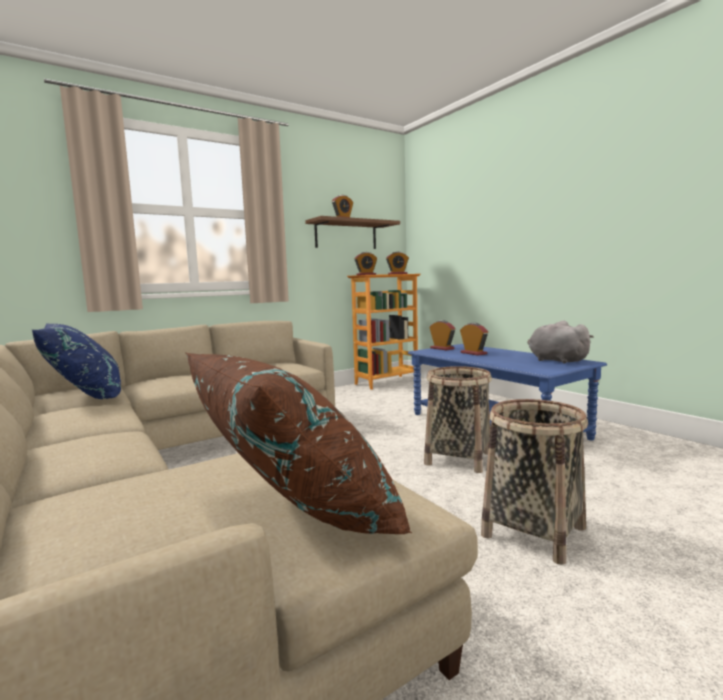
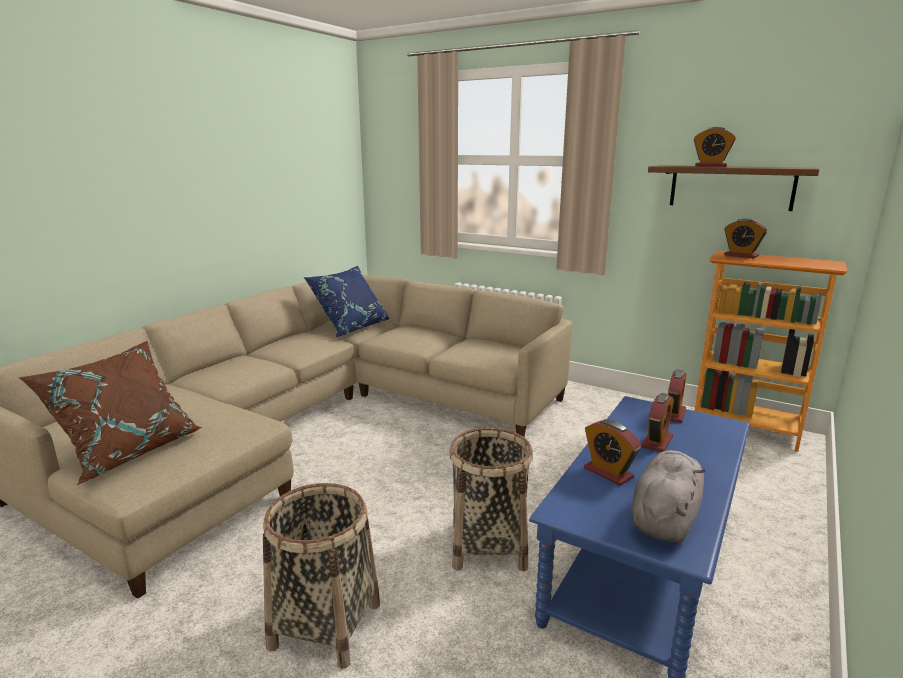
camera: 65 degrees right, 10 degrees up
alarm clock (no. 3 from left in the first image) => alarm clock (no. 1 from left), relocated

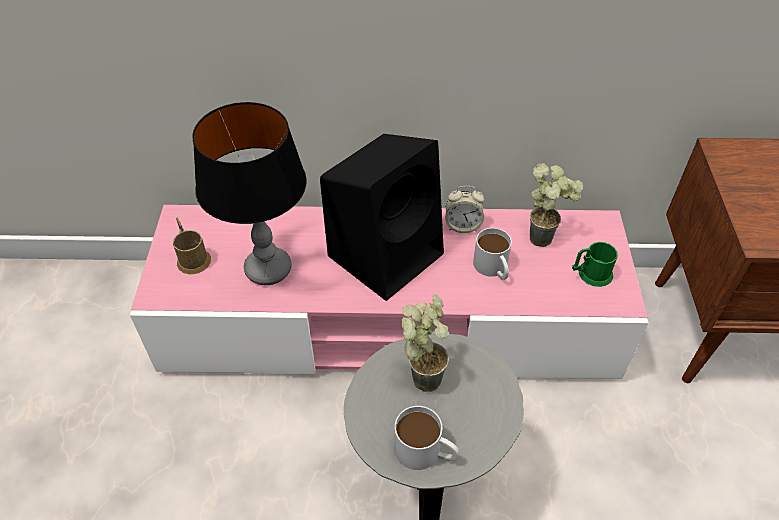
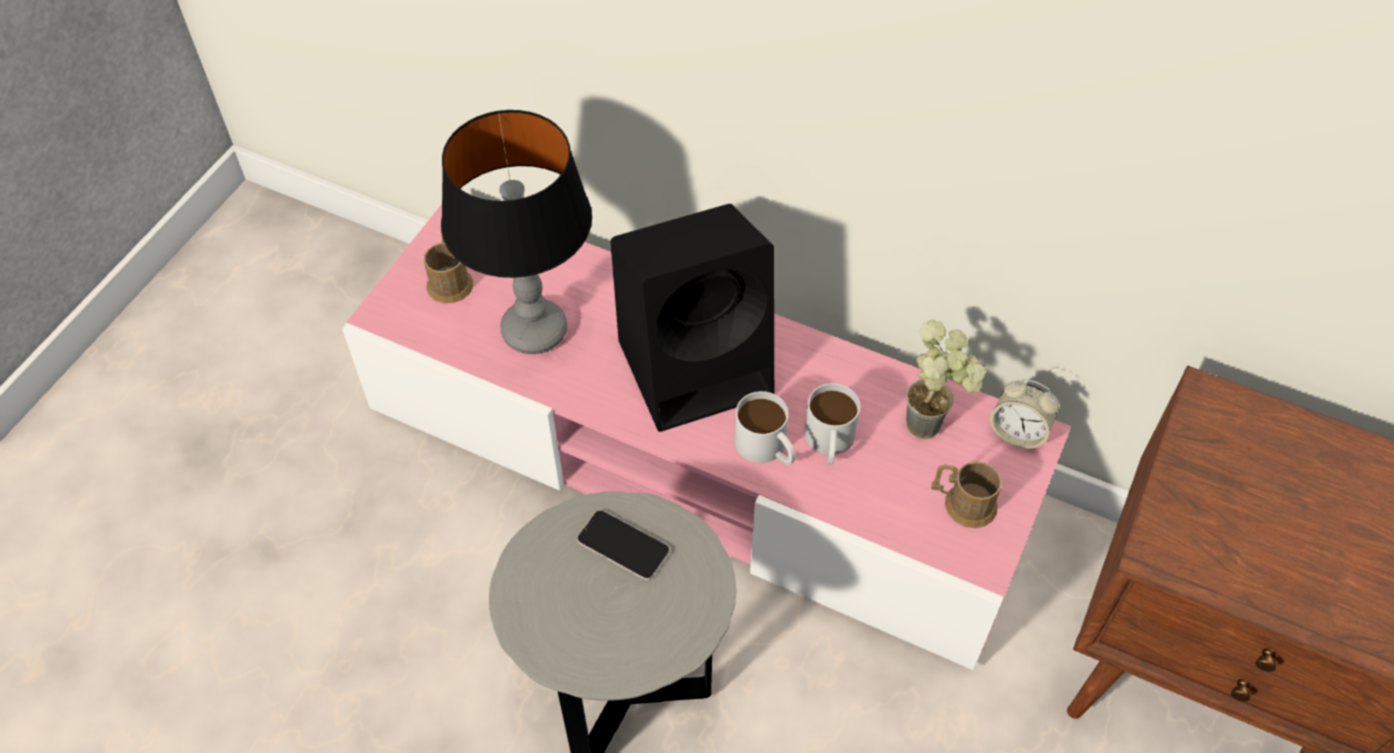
camera: 25 degrees right, 5 degrees up
mug in white (no. 1 from left), relocated
potted plant (no. 1 from left) => phone
alarm clock, relocated
mug in green => mug in brown (no. 2 from left)

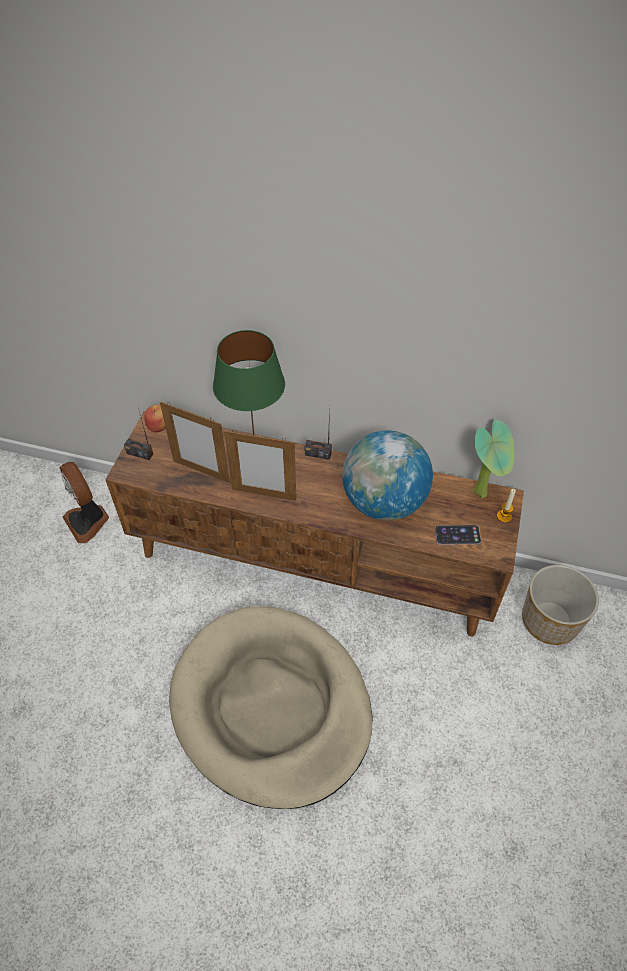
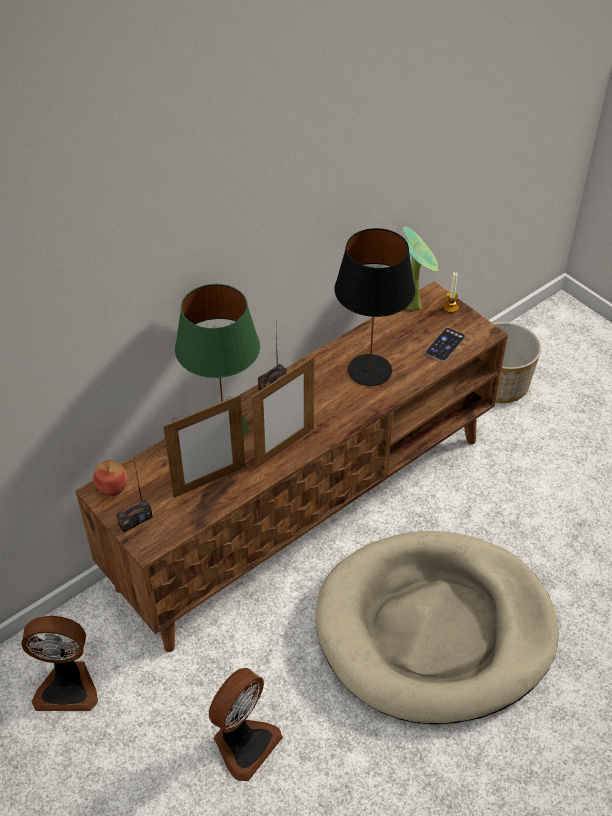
camera: 55 degrees left, 5 degrees down
globe => table lamp in black
nothing => fan (no. 2 from left)

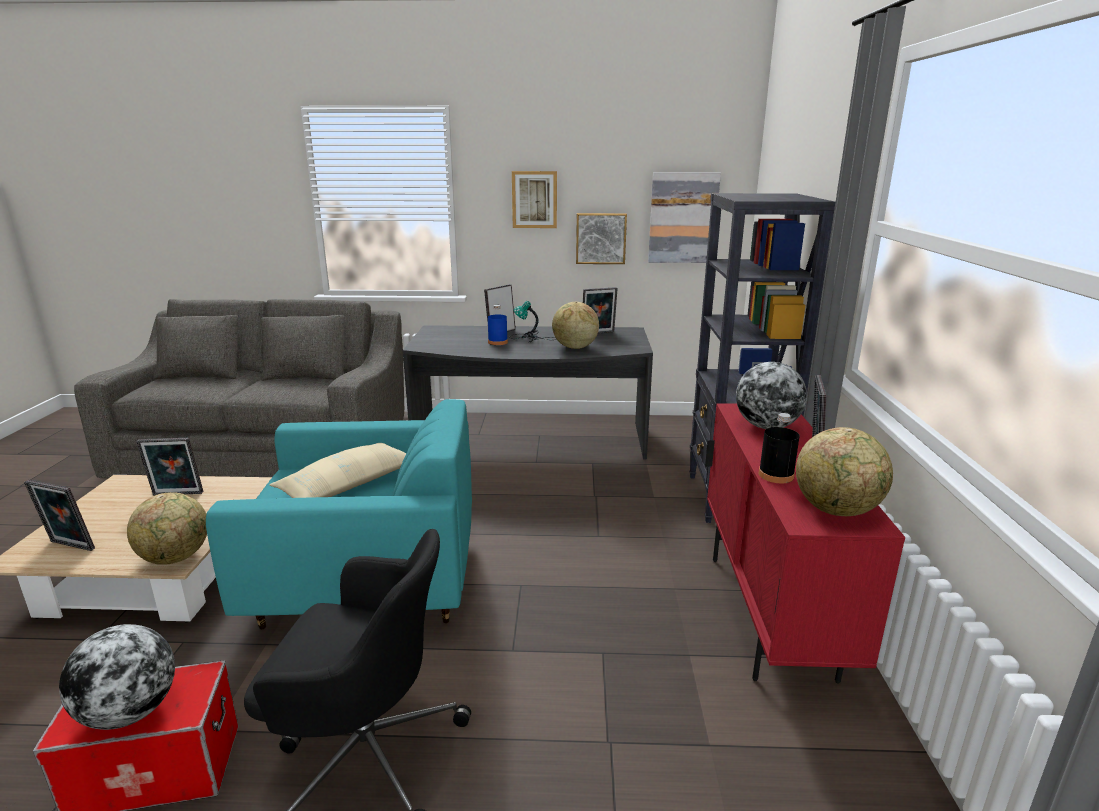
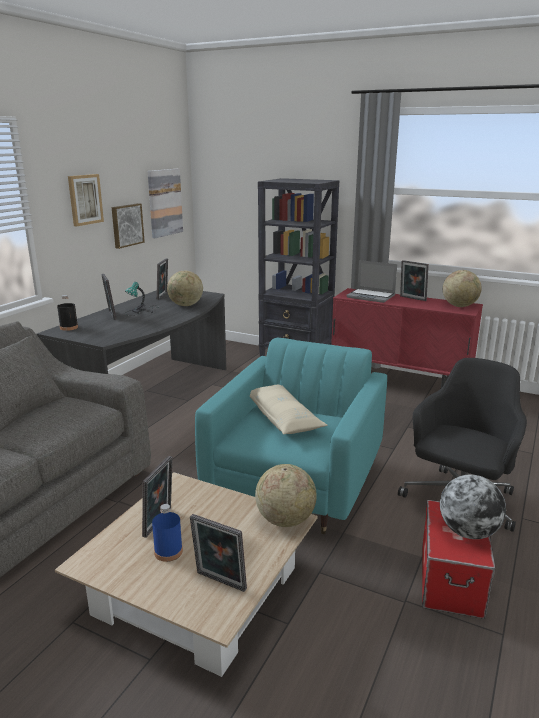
camera: 65 degrees left, 0 degrees up
picture frame (no. 1 from left in the first image) => picture frame (no. 4 from left), 75 degrees clockwise
bottle in blue, relocated
globe (no. 4 from left) => laptop
bottle in black, relocated

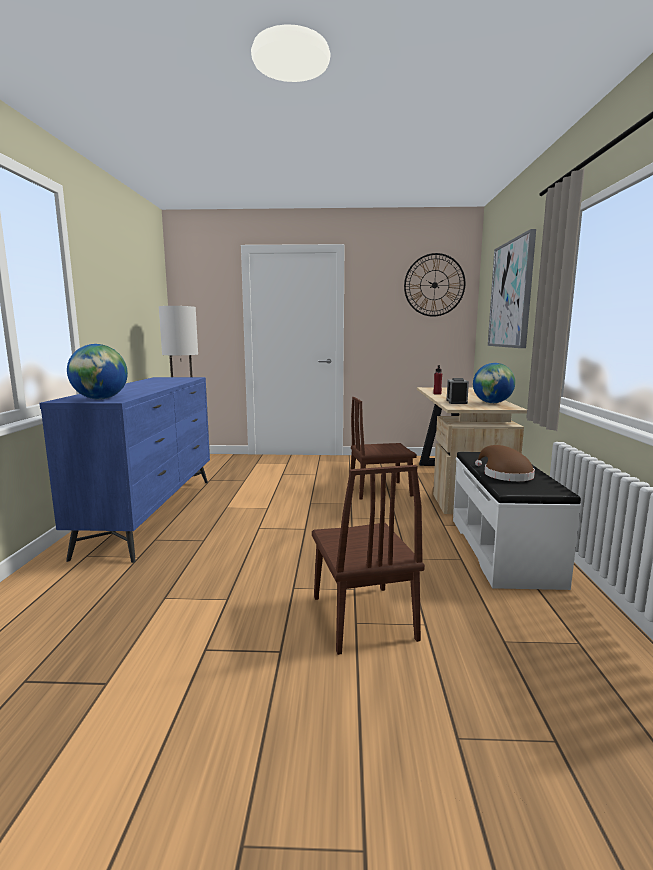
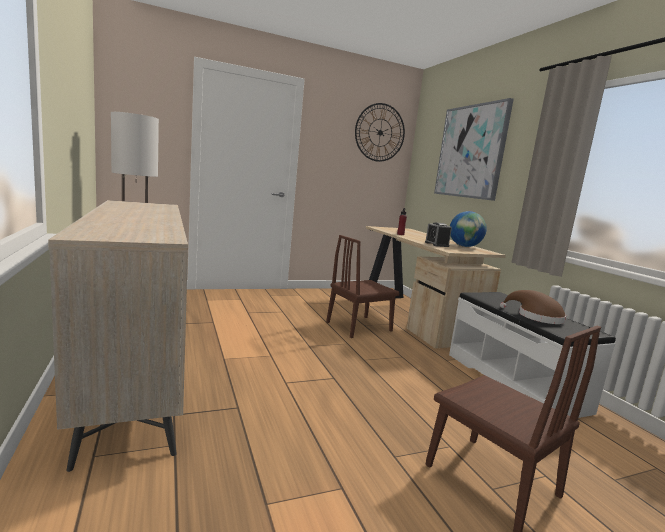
camera: 25 degrees left, 0 degrees up
dresser in blue => dresser in beige
globe (no. 1 from left) => nothing

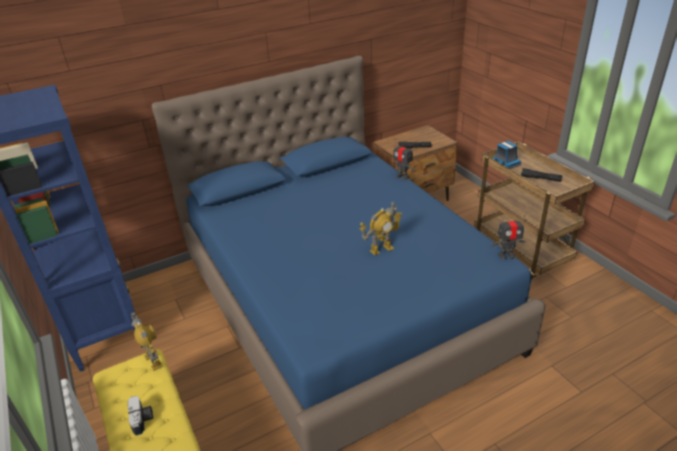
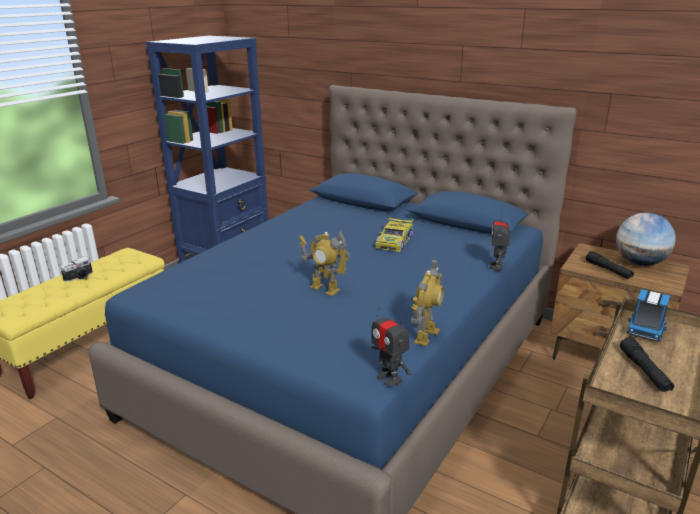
camera: 60 degrees right, 10 degrees down
toy robot (no. 1 from left in the first image) => toy robot (no. 3 from left), relocated
nothing => toy car
nothing => globe

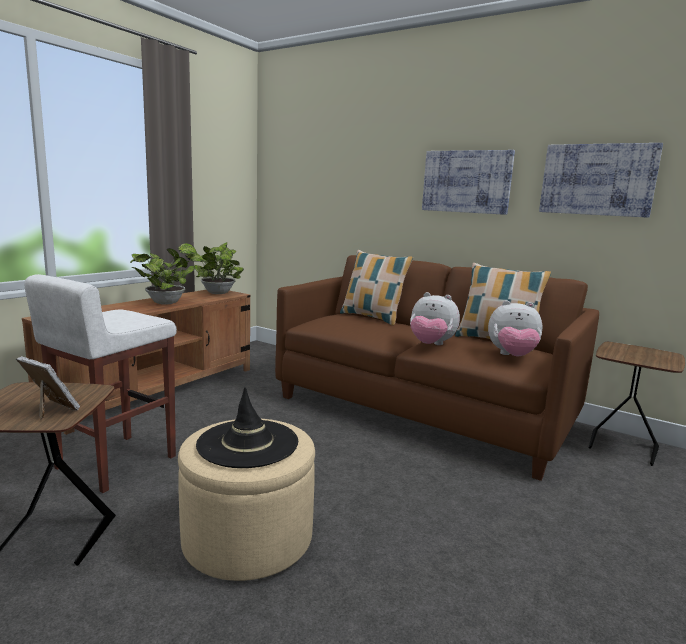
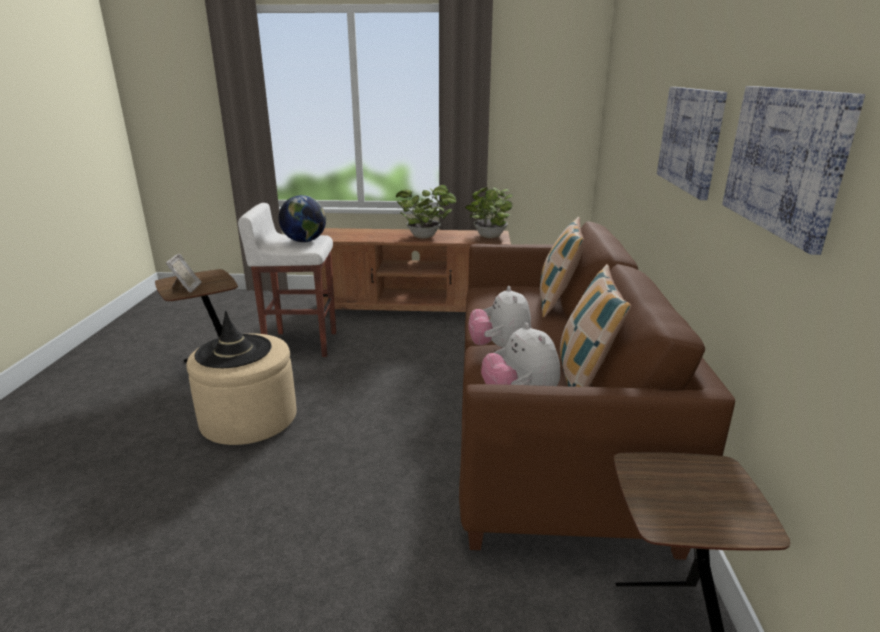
camera: 60 degrees right, 10 degrees up
nothing => globe

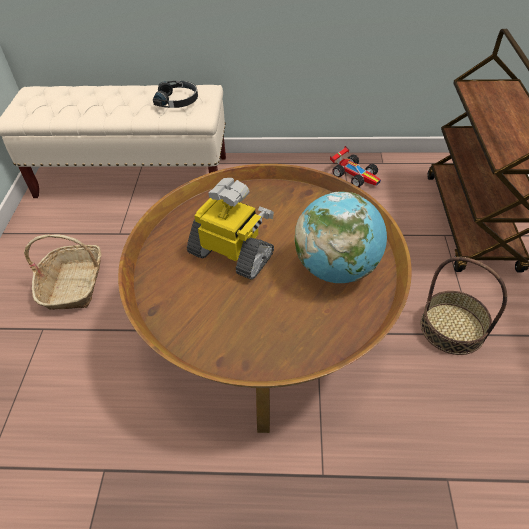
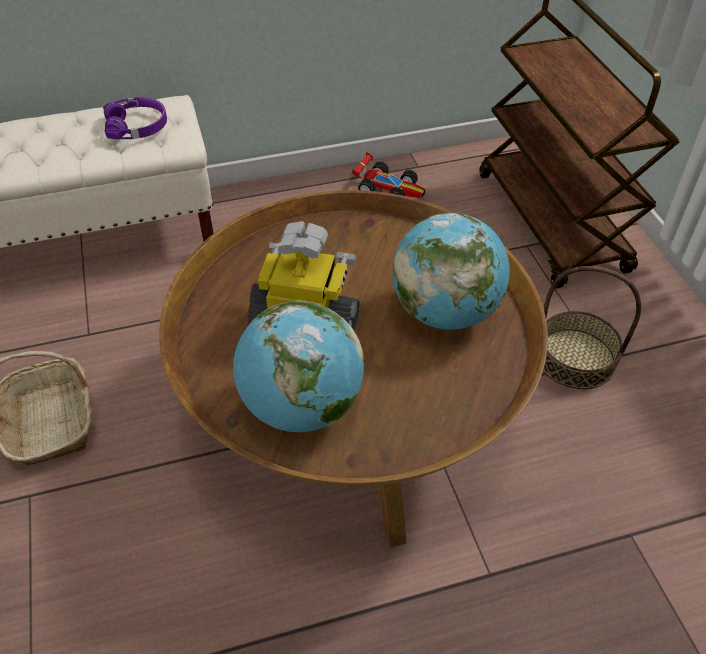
camera: 20 degrees left, 0 degrees up
headphones in black => headphones in purple
nothing => globe (no. 1 from left)

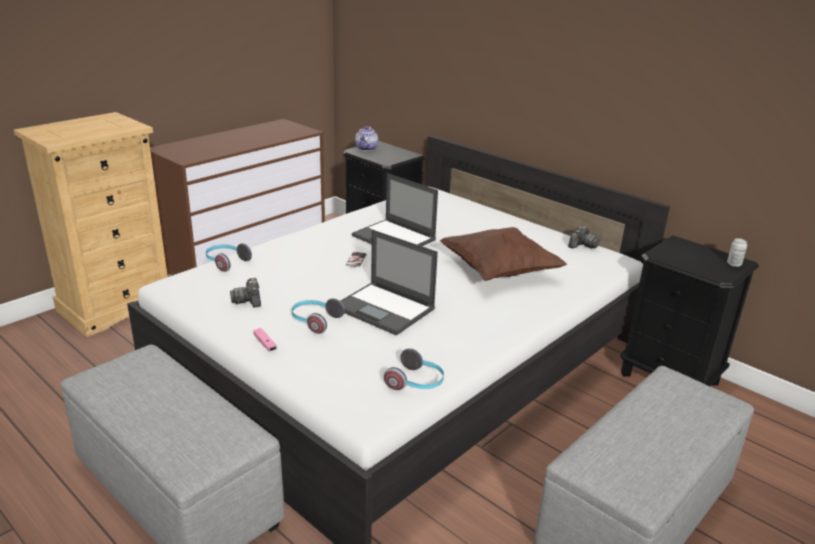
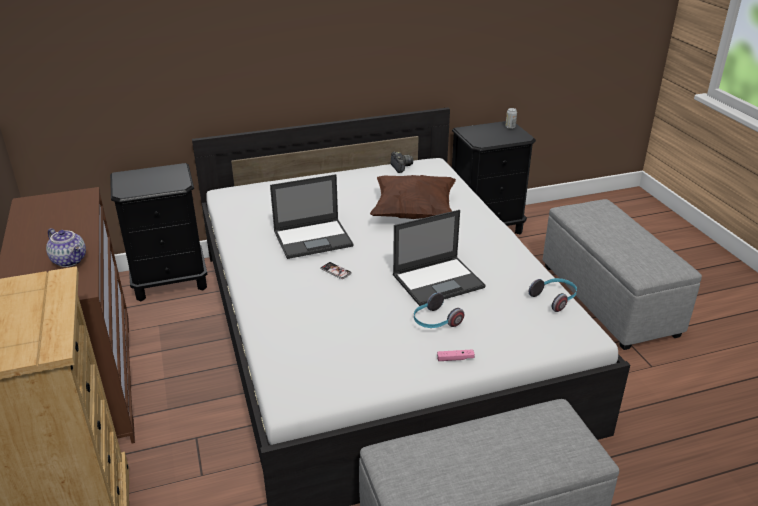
camera: 60 degrees left, 5 degrees up
headphones (no. 1 from left) => nothing
photo camera (no. 1 from left) => nothing
teapot, relocated

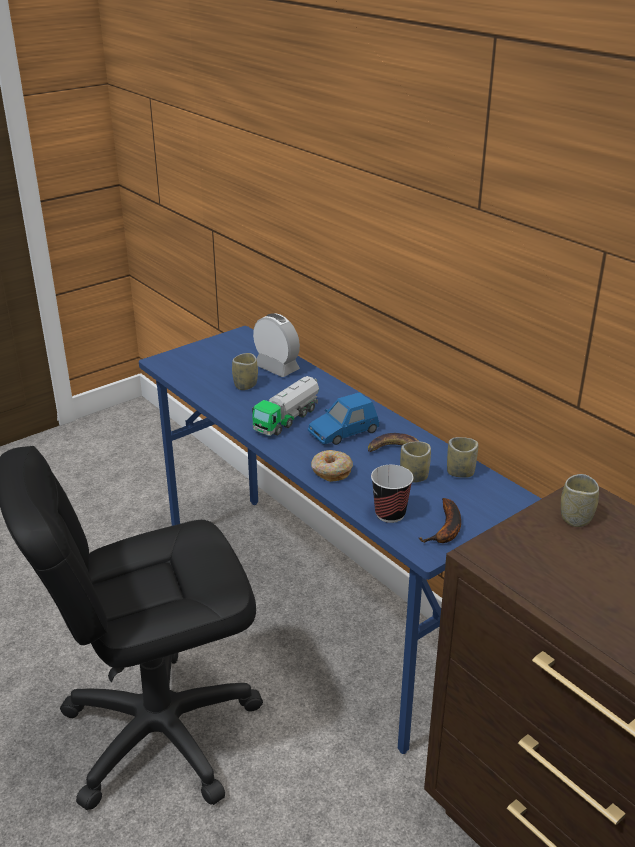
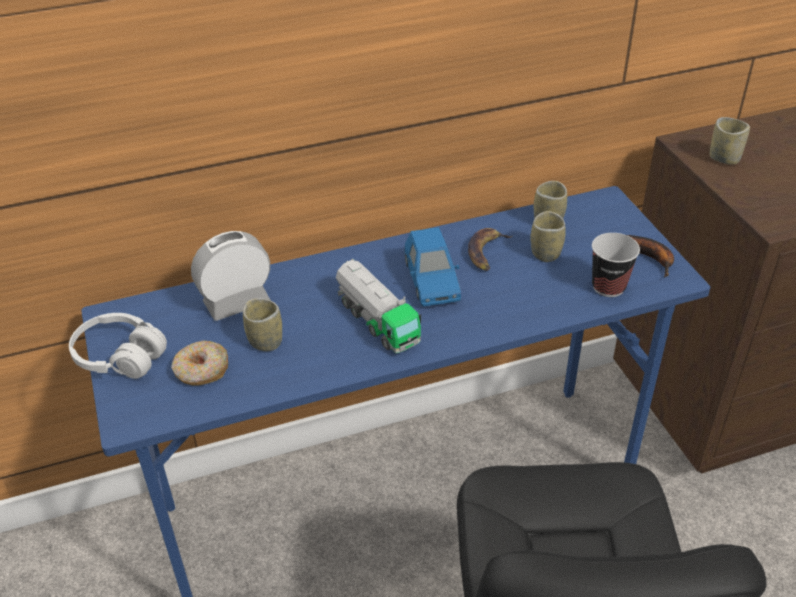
camera: 70 degrees left, 10 degrees up
donut, relocated
nothing => headphones in white

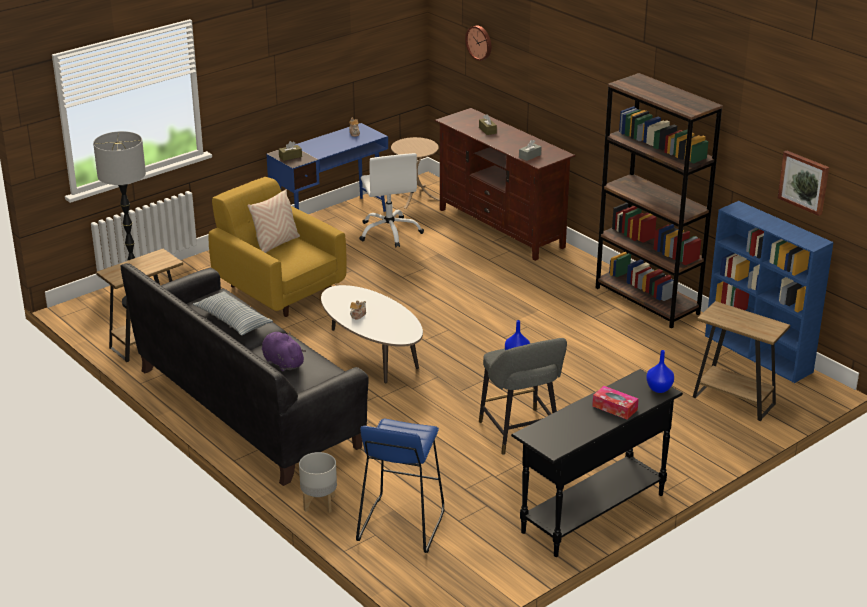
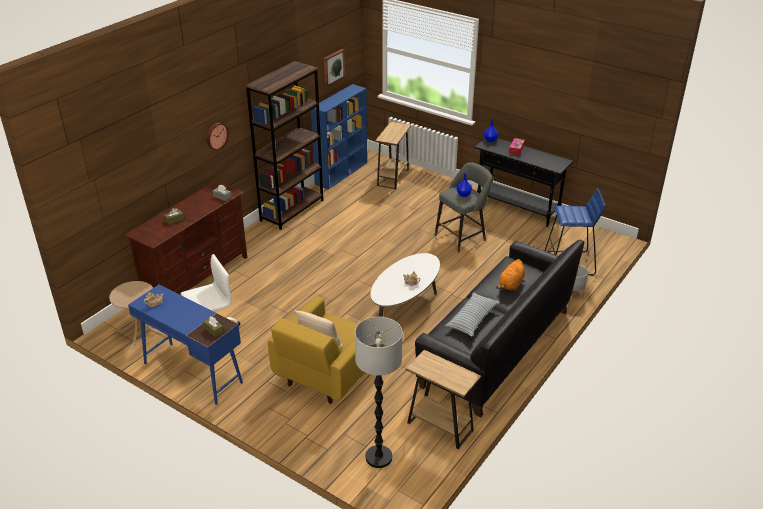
camera: 105 degrees left, 5 degrees up
plush toy in purple => plush toy in orange
wall clock, relocated

